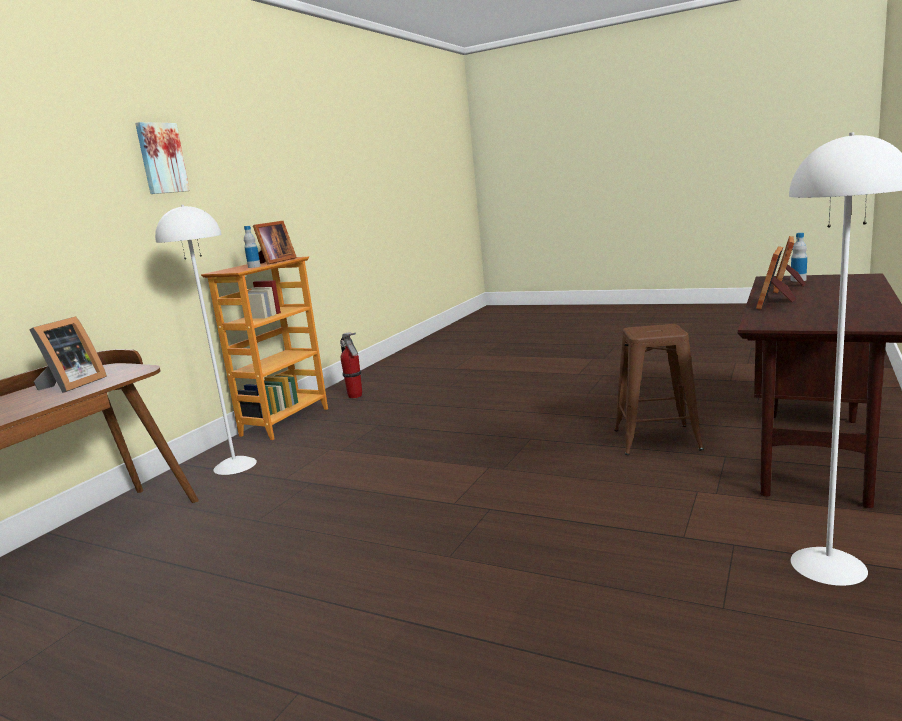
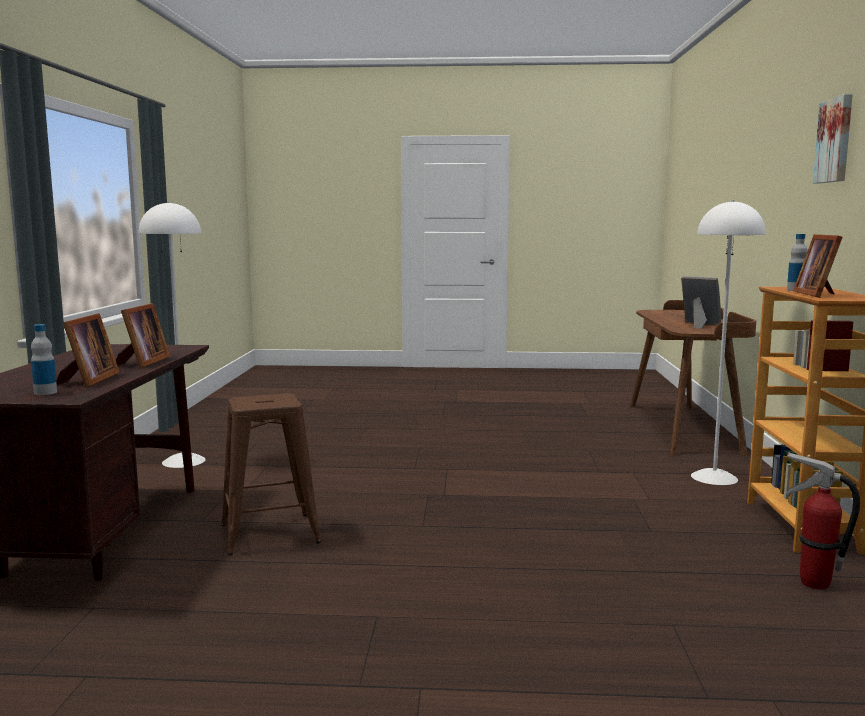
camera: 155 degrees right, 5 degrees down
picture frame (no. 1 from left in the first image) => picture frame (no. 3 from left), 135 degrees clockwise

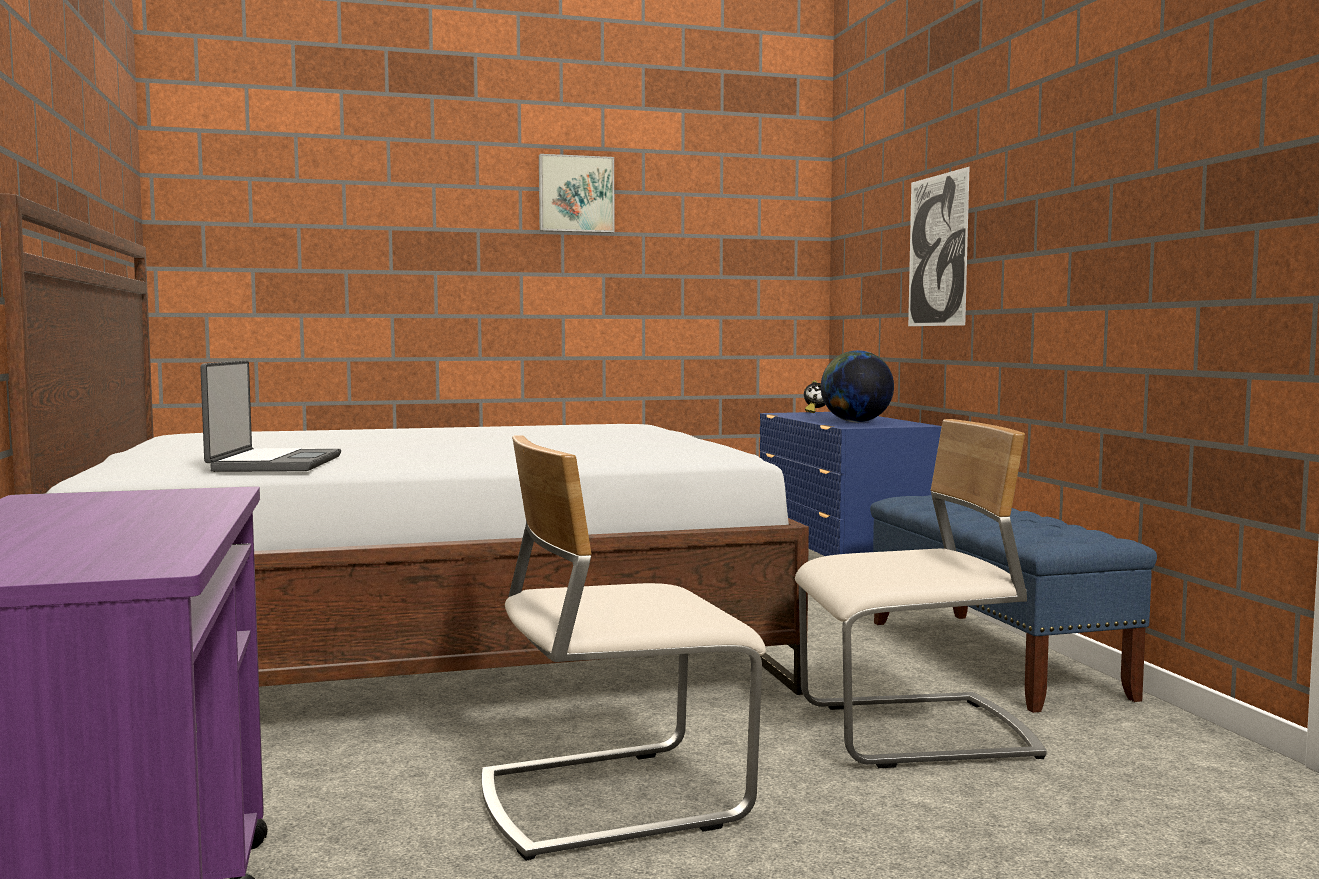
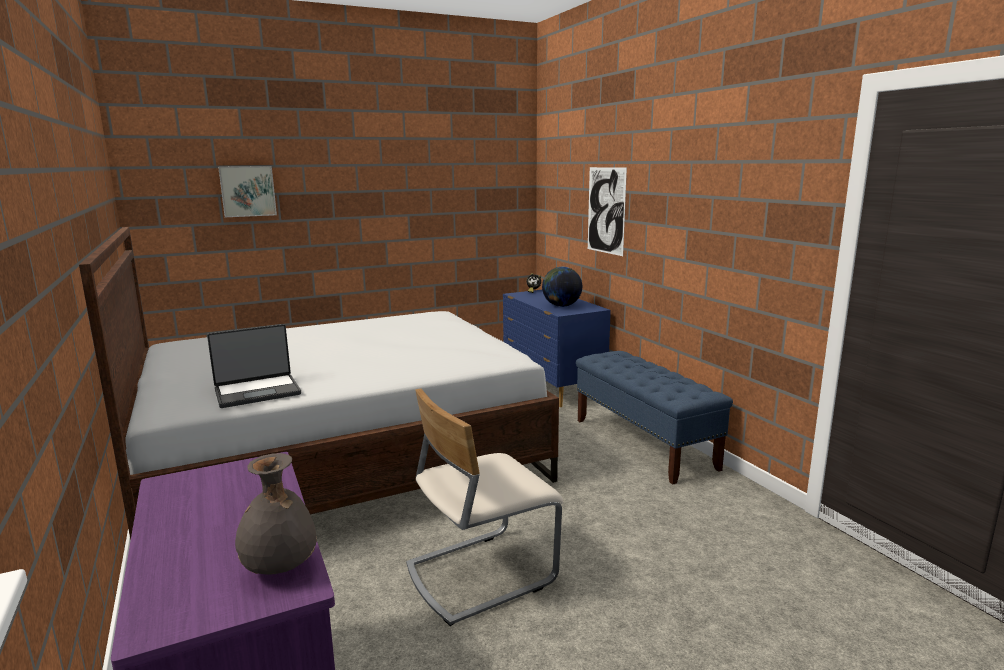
camera: 10 degrees left, 10 degrees up
laptop, 75 degrees clockwise
picture (no. 1 from left), relocated
chair in beige (no. 2 from left) => nothing
nothing => vase in grey

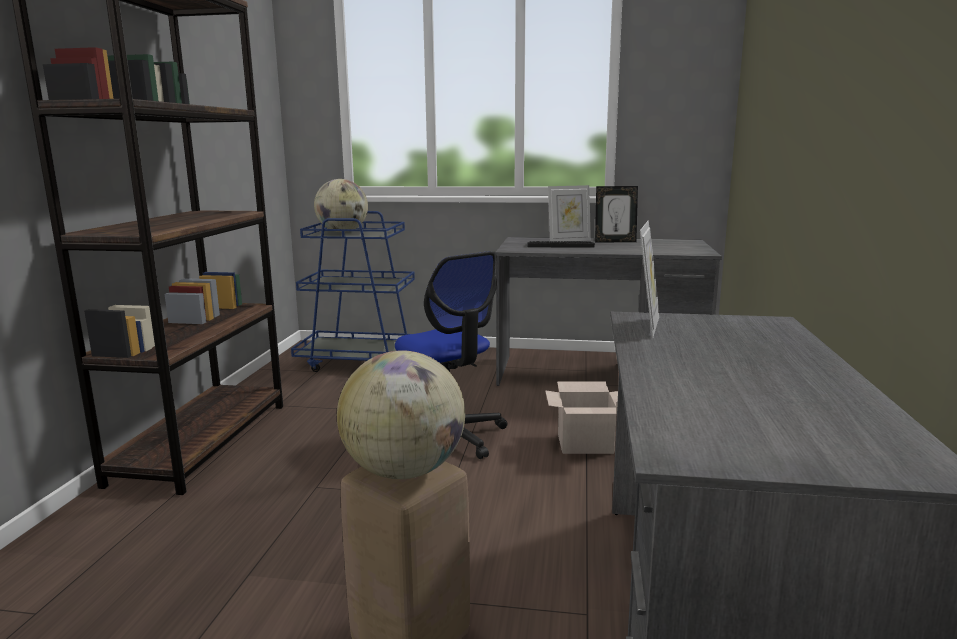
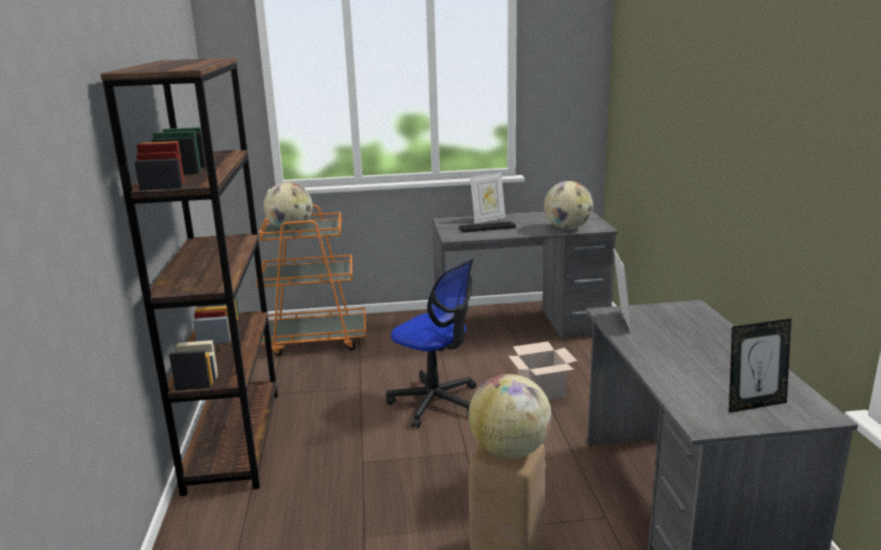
camera: 15 degrees left, 5 degrees up
cart in blue => cart in orange
picture frame (no. 2 from left in the first image) => picture frame (no. 3 from left), relocated
nothing => globe (no. 3 from left)

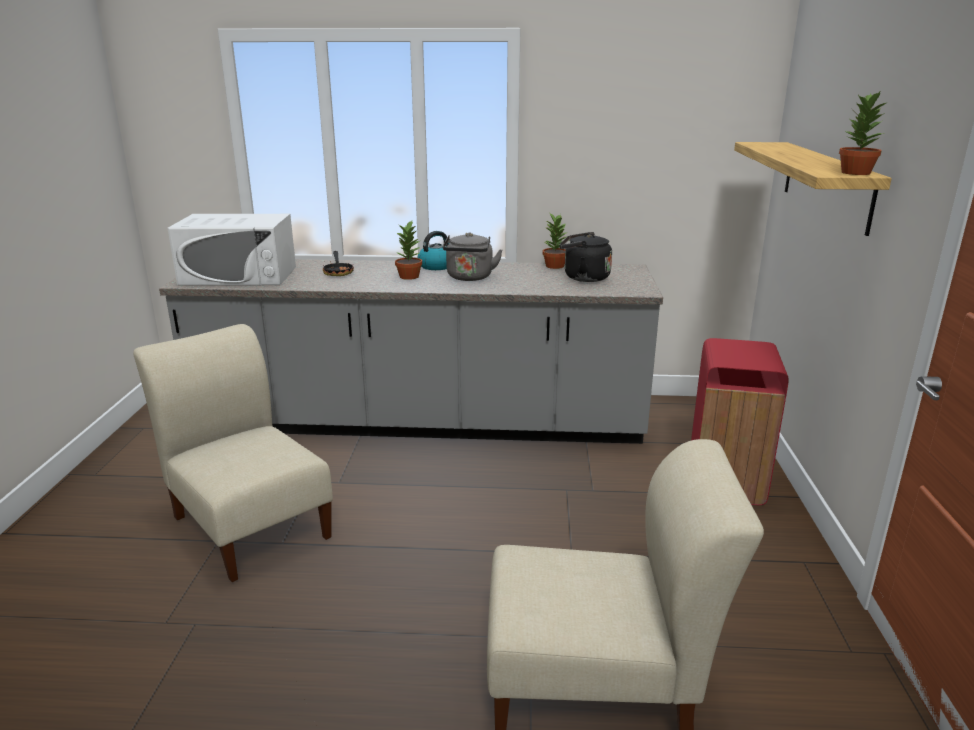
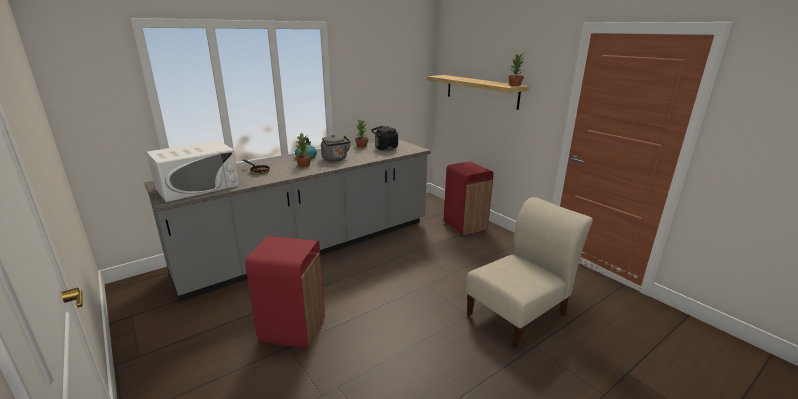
camera: 40 degrees left, 0 degrees up
chair in beige (no. 1 from left) => trash can in red (no. 1 from left)

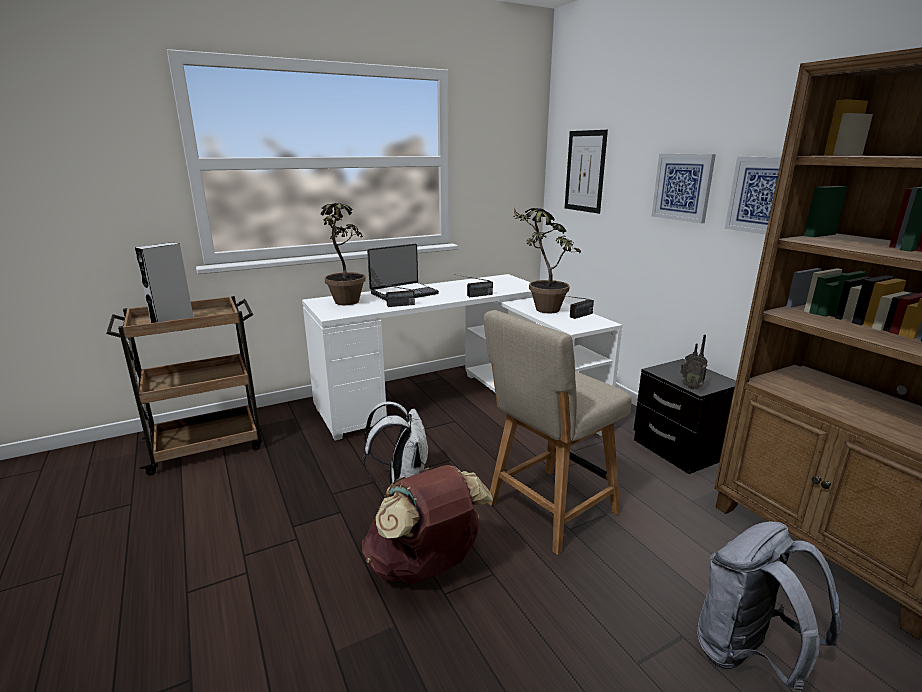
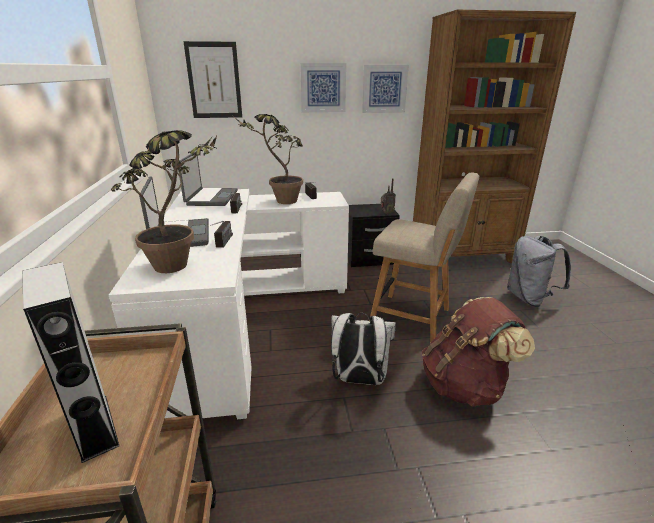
camera: 70 degrees left, 5 degrees up
chair in beige, 45 degrees counterclockwise
nothing => laptop (no. 2 from left)

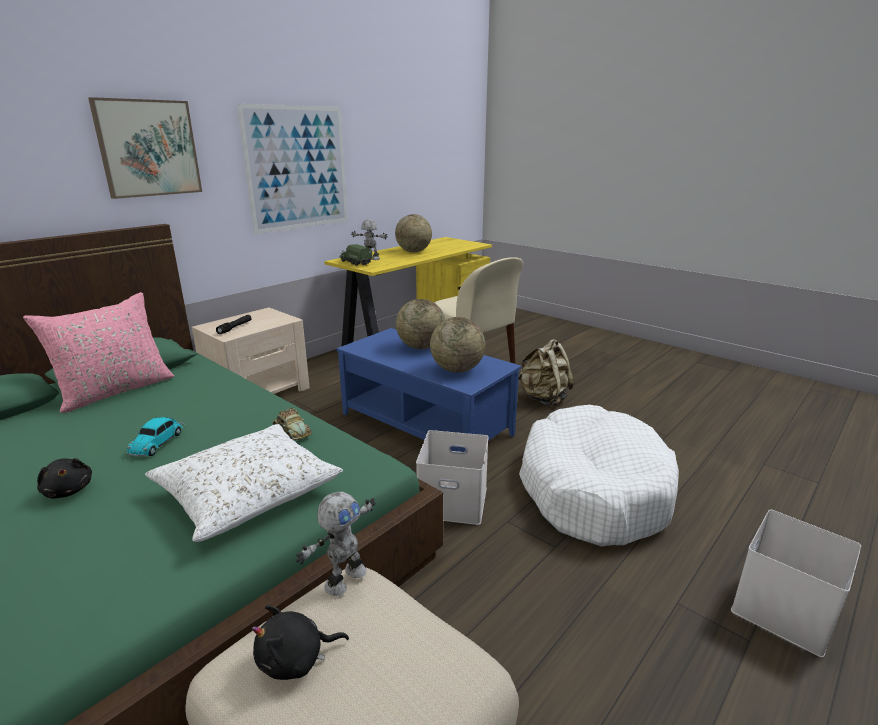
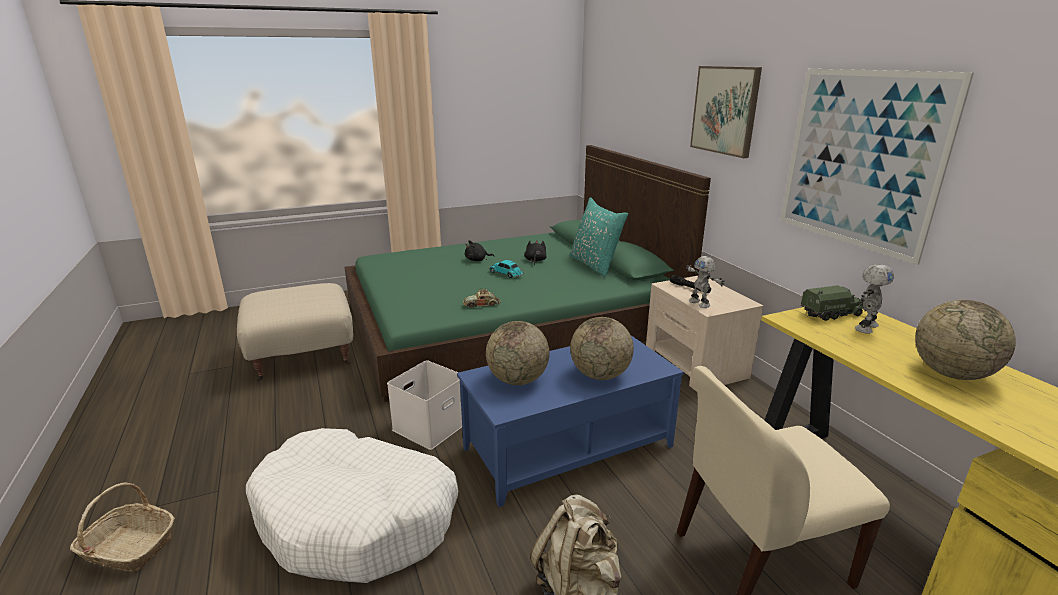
camera: 115 degrees right, 0 degrees up
pillow in pink => pillow in turquoise
pillow in white => nothing
plush toy in black (no. 2 from left), relocated
toy robot (no. 1 from left), relocated
storage box in white (no. 2 from left) => basket

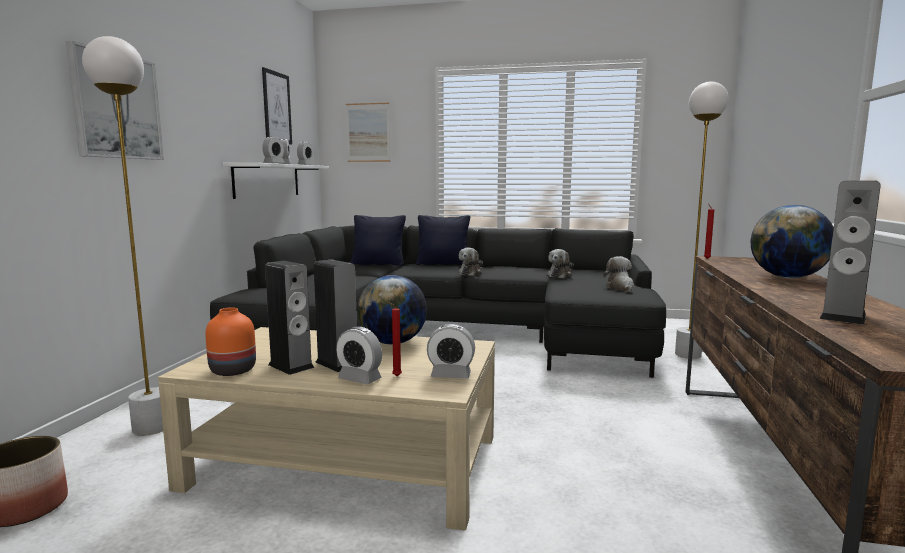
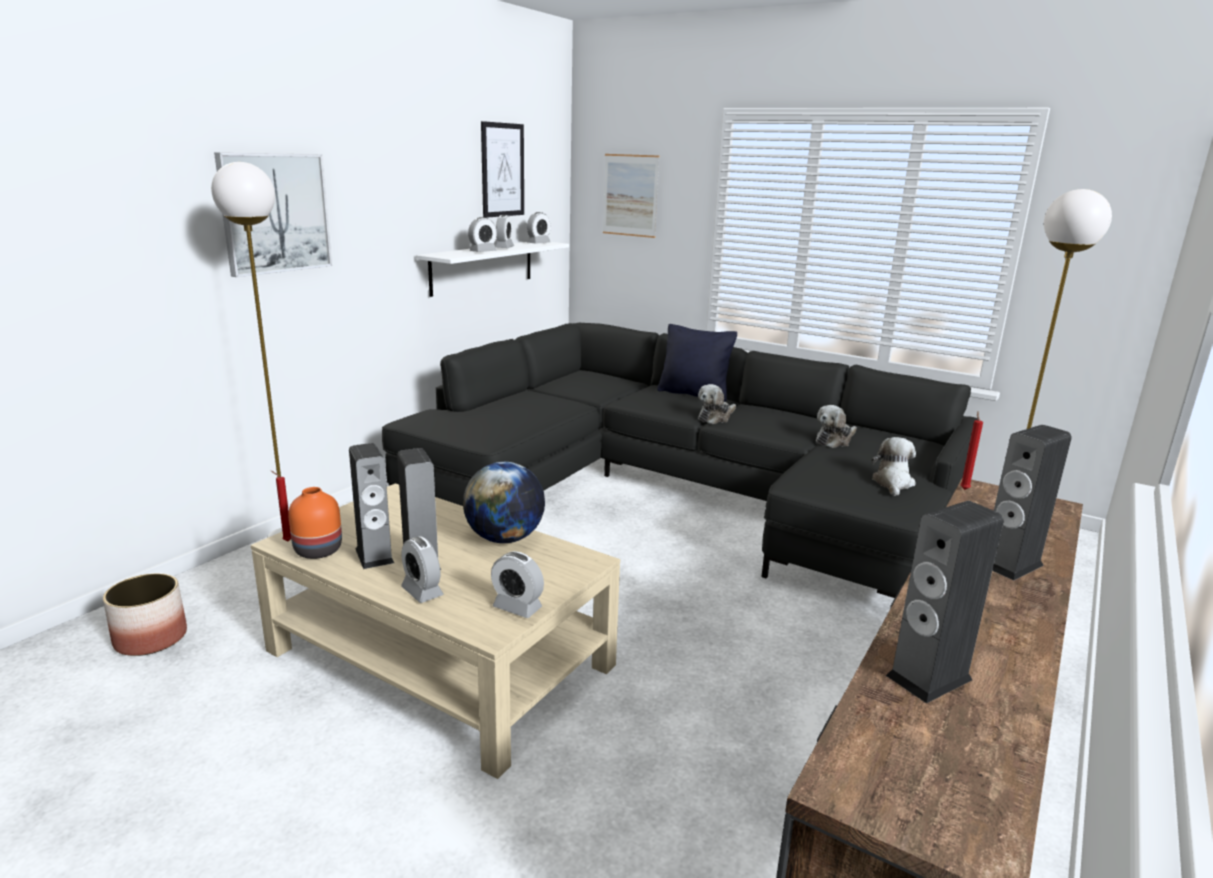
camera: 20 degrees right, 10 degrees up
pillow in black (no. 1 from left) => nothing
candle in red (no. 1 from left), relocated
globe (no. 2 from left) => speaker (no. 4 from left)

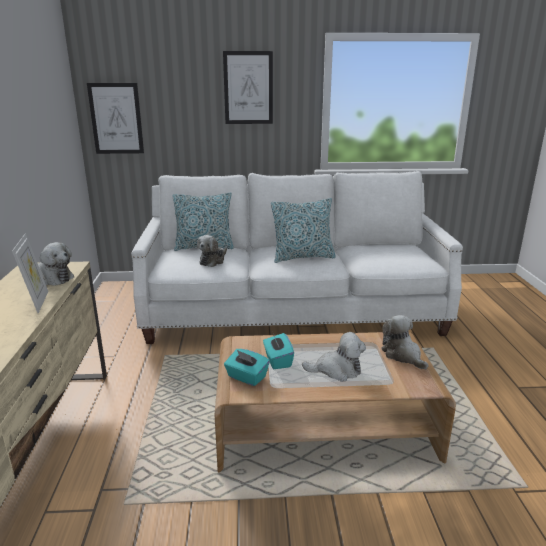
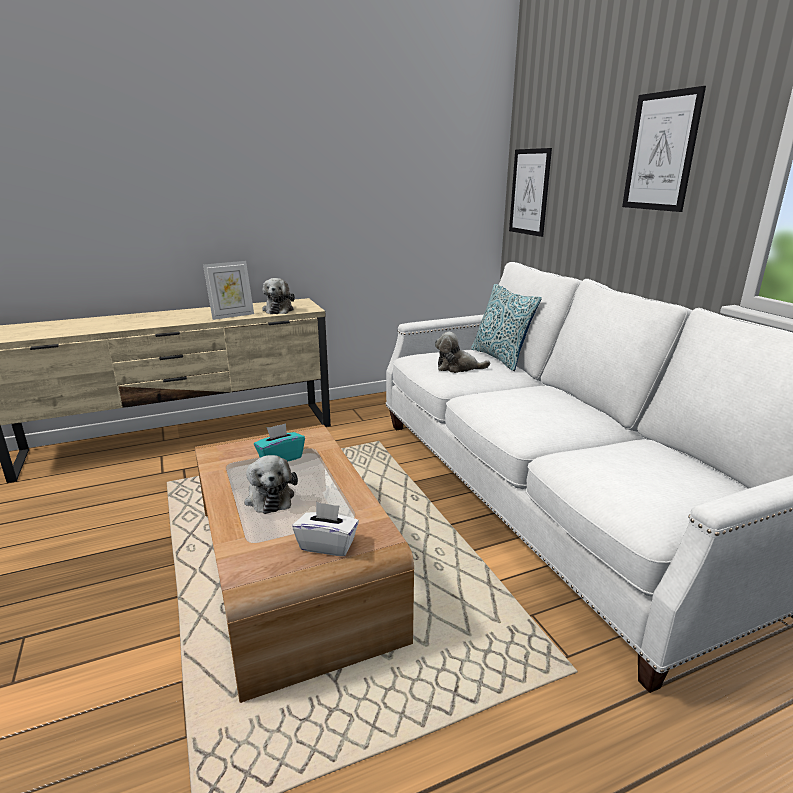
camera: 70 degrees right, 0 degrees up
tissue box in turquoise (no. 1 from left) => nothing
pillow (no. 2 from left) => nothing
plush toy (no. 4 from left) => tissue box in white

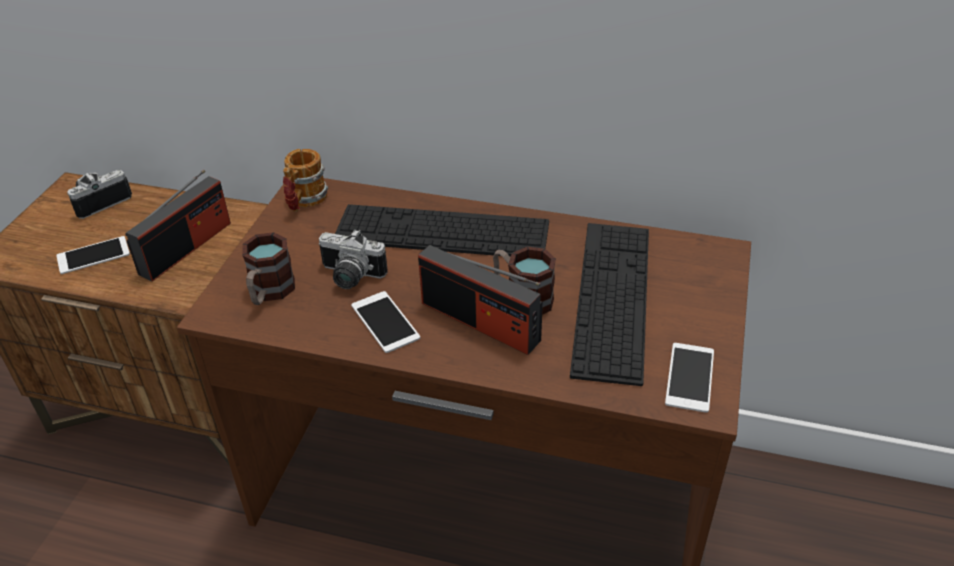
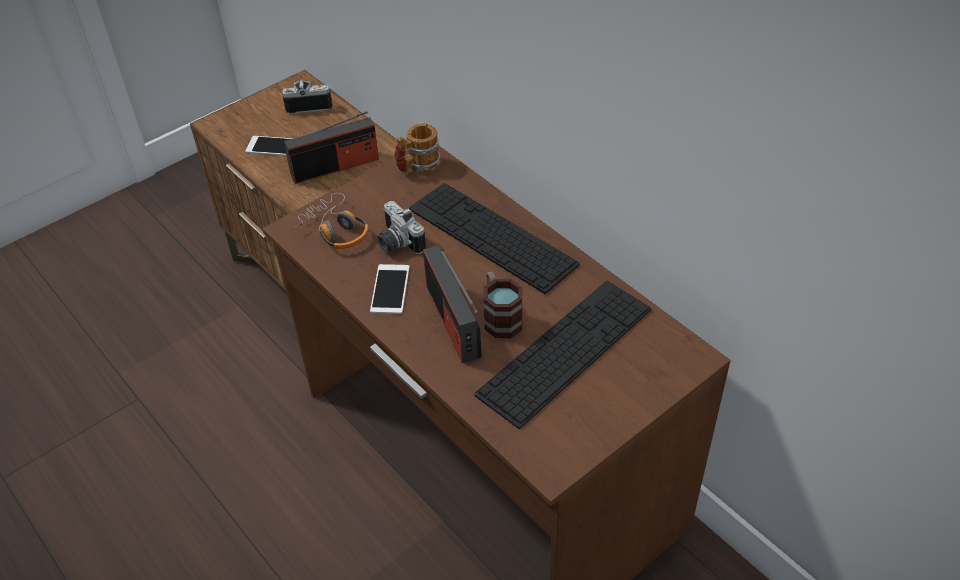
camera: 35 degrees right, 5 degrees up
mug (no. 1 from left) => headphones
phone (no. 3 from left) => nothing

